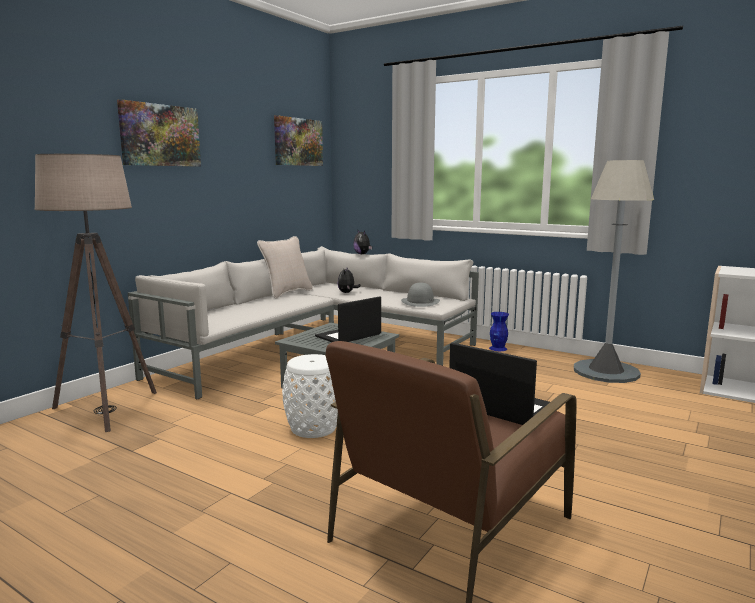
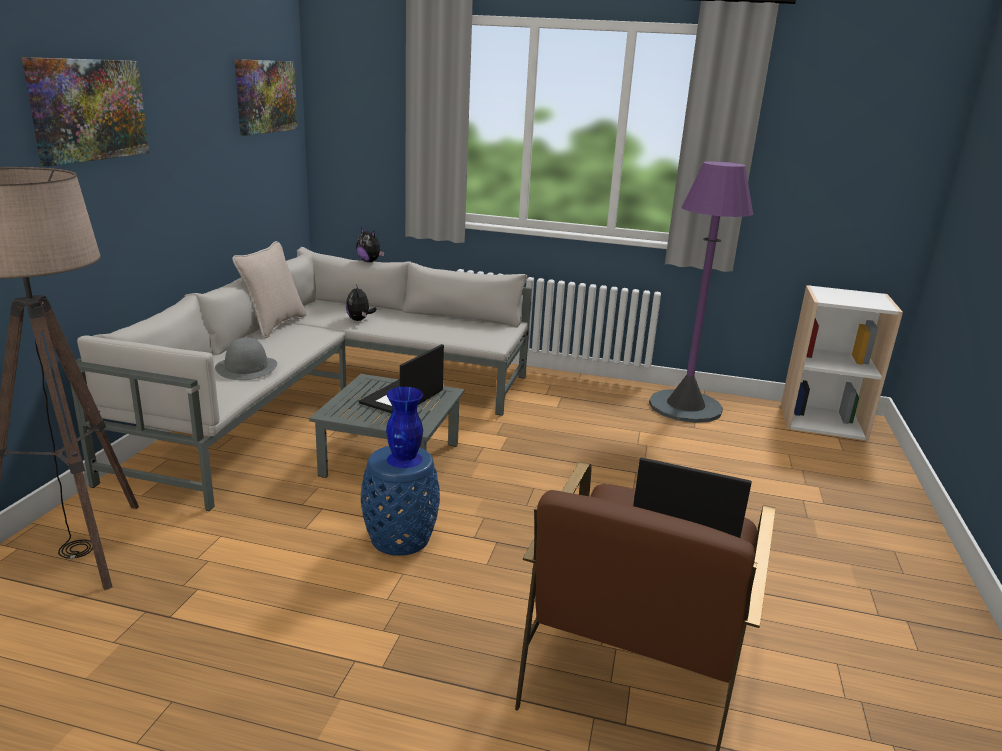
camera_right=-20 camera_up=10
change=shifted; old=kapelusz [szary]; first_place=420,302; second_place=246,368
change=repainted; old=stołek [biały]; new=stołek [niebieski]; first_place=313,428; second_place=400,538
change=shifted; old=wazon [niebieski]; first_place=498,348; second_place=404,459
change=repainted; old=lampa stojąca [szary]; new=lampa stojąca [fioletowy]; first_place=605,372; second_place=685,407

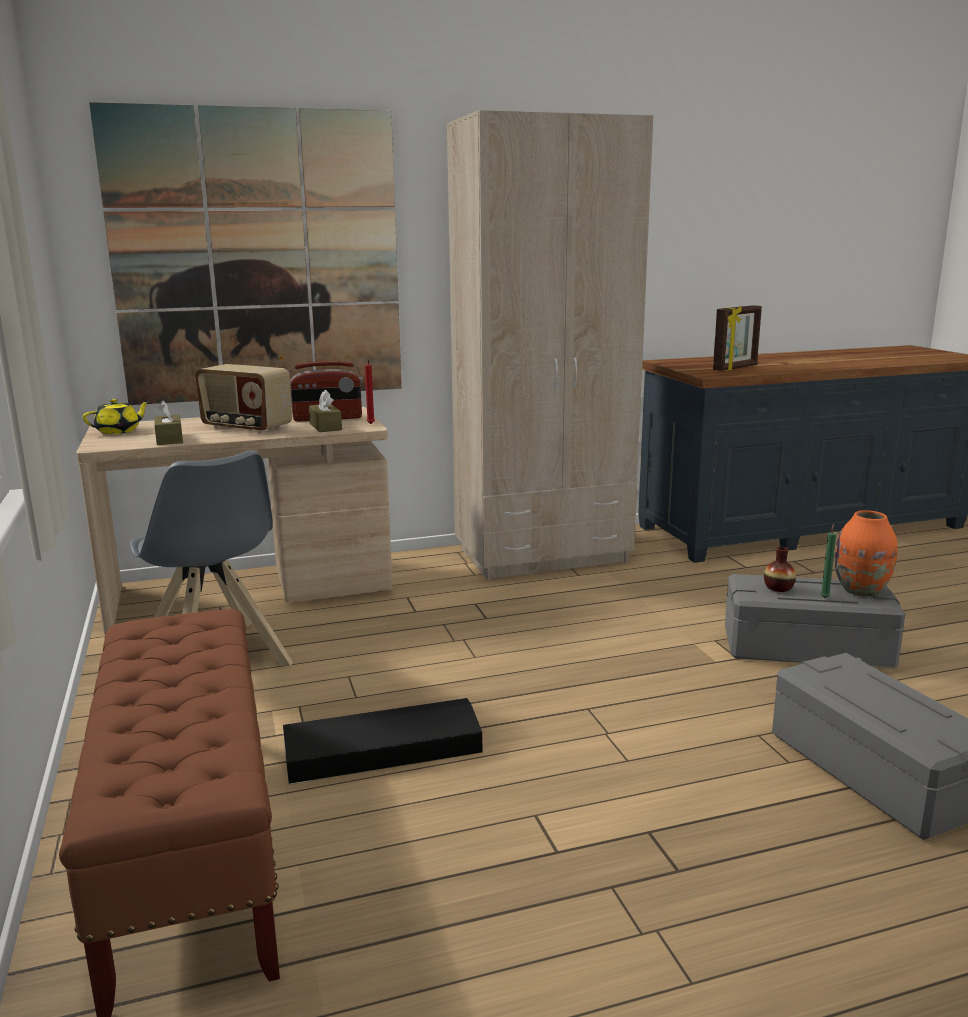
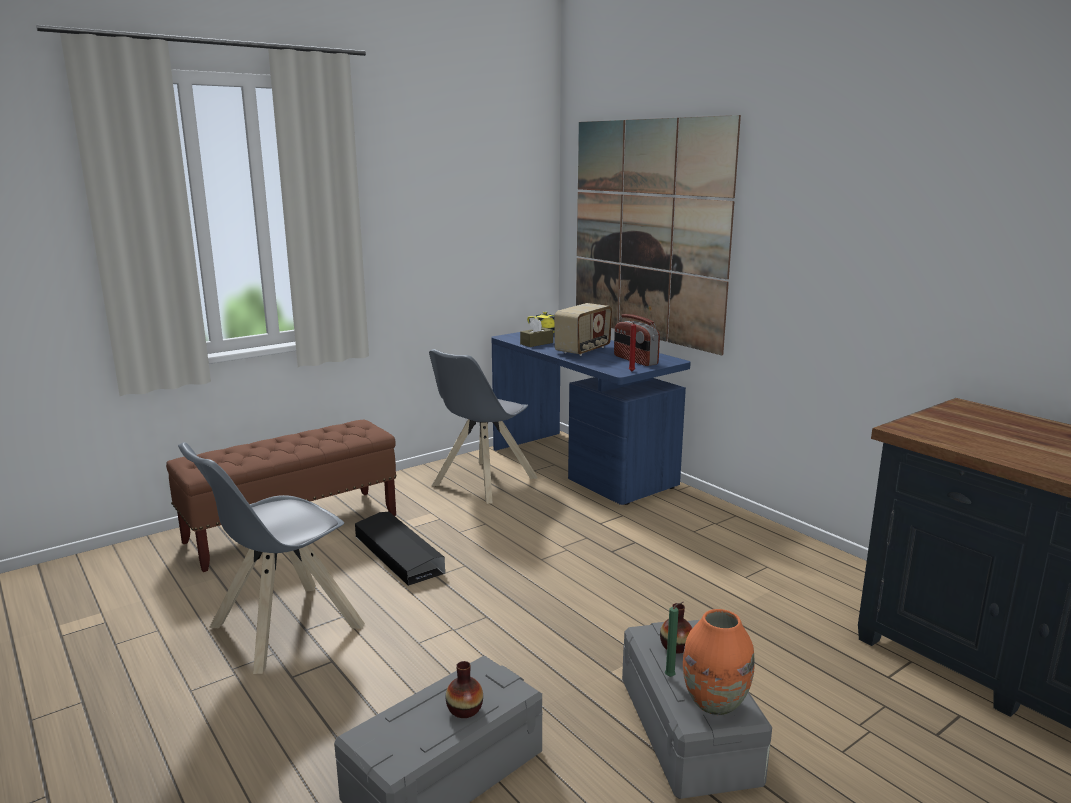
camera_right=70 camera_up=0
change=new; new=krzesło [szary]; second_place=282,628
change=new; new=wazon; second_place=464,709
change=repainted; old=biurko [beżowy]; new=biurko [niebieski]; first_place=251,592; second_place=583,467
change=rotated; old=radio; first_place=246,428; second_place=583,350; degrees=-150
change=gone; old=pudełko chusteczek [brązowy]; first_place=325,427
change=gone; old=szafa [beżowy]; first_place=544,555
change=gone; old=ramka na zdjęcie; first_place=736,368

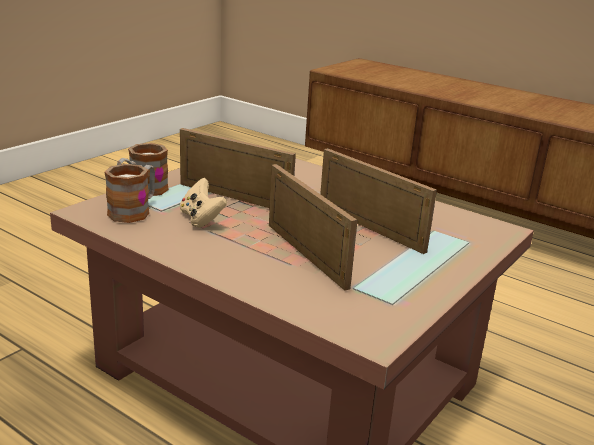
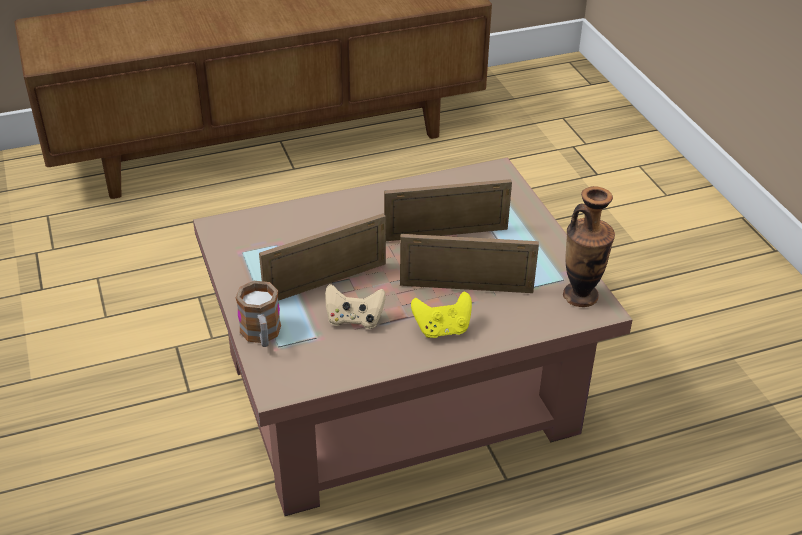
camera_right=-55 camera_up=15
change=new; new=pad do gier [żółty]; second_place=442,329
change=new; new=wazon; second_place=580,296
change=gone; old=kubek; first_place=134,211

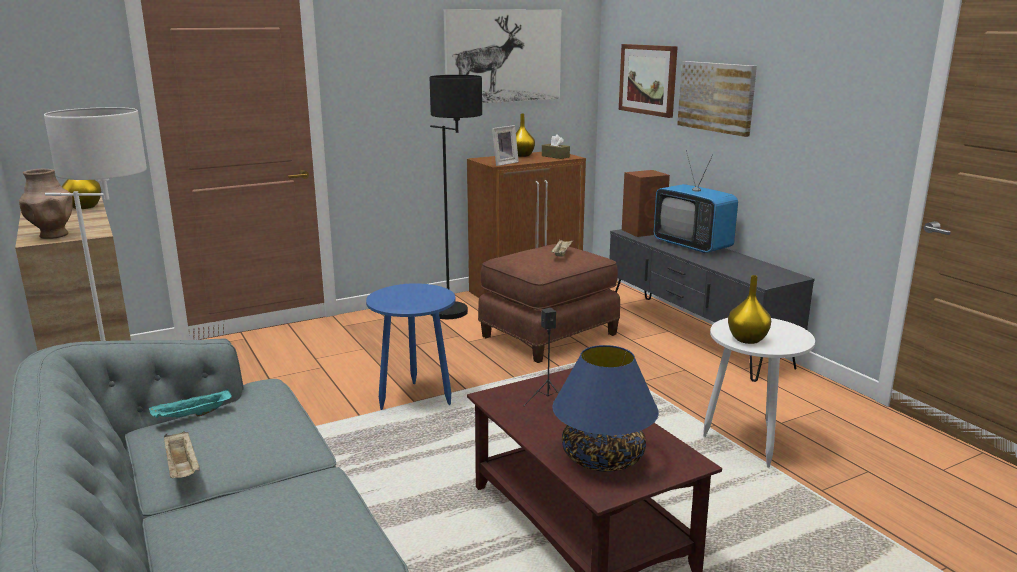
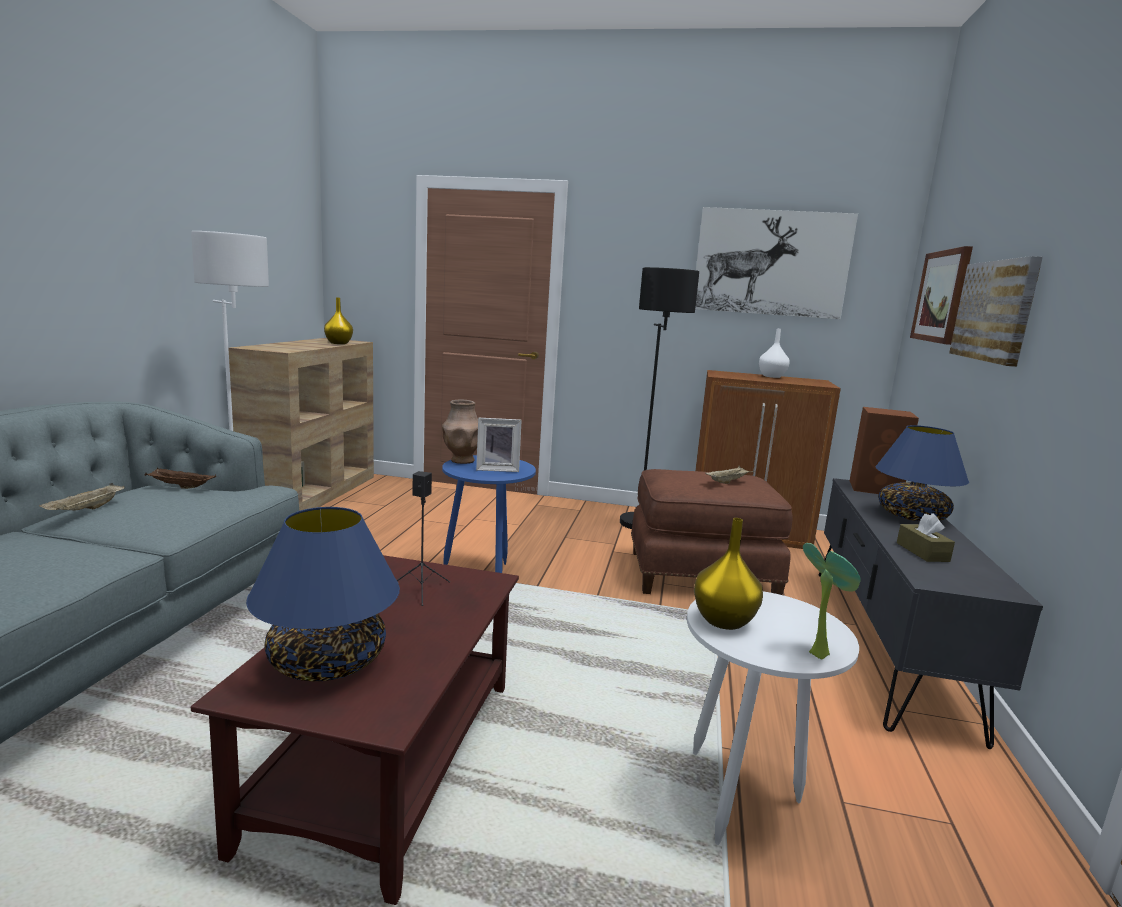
camera_right=40 camera_up=-5
change=repainted; old=taca [turkusowy]; new=taca [brązowy]; first_place=192,416; second_place=180,487
change=shifted; old=wazon [brązowy]; first_place=53,235; second_place=461,460
change=shifted; old=ramka na zdjęcie; first_place=503,163; second_place=497,469
change=repainted; old=wazon [żółty]; new=wazon [biały]; first_place=521,155; second_place=771,376
change=new; new=roślina doniczkowa; second_place=818,652
change=swapped; old=telewizor; new=lampa stołowa [niebieski]; first_place=692,246; second_place=912,517
change=shifted; old=pudełko chusteczek [brązowy]; first_place=555,156; second_place=922,552

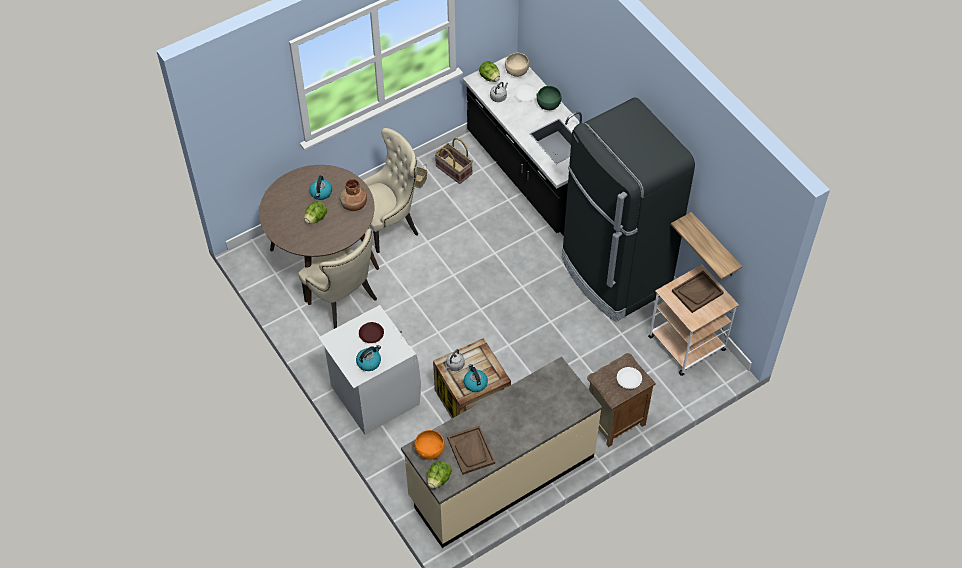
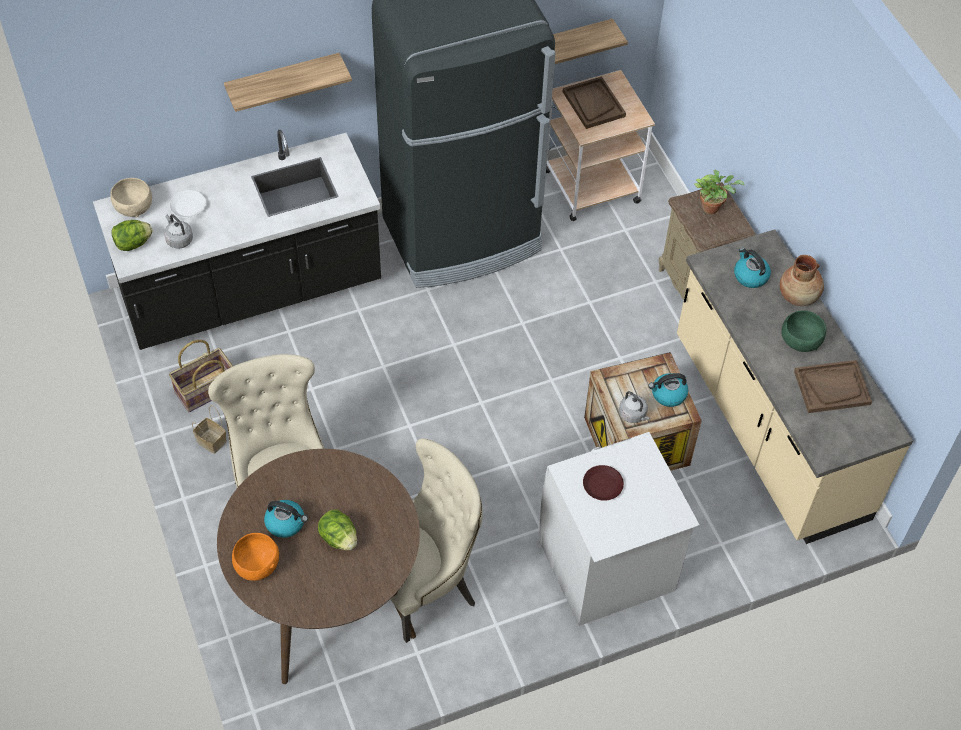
camera_right=-80 camera_up=0
change=new; new=półka; second_place=283,82
change=shifted; old=miska [pomarańczowy]; first_place=429,450; second_place=257,565
change=swapped; old=talerz [biały]; new=roślina doniczkowa; first_place=628,379; second_place=713,207
change=shifted; old=czajnik; first_place=369,362; second_place=750,276
change=shifted; old=wazon [brązowy]; first_place=354,205; second_place=798,296
change=shifted; old=miska [zielony]; first_place=548,104; second_place=800,341
change=gone; old=sałata; first_place=439,479

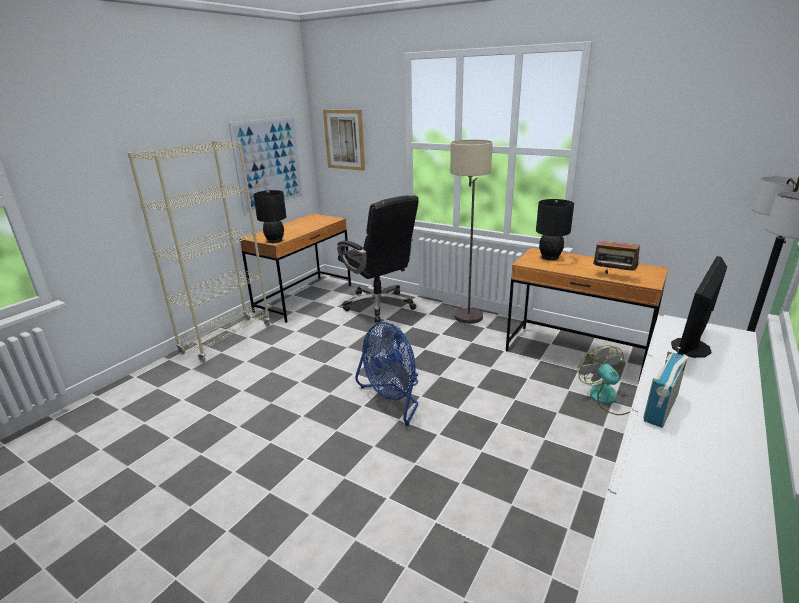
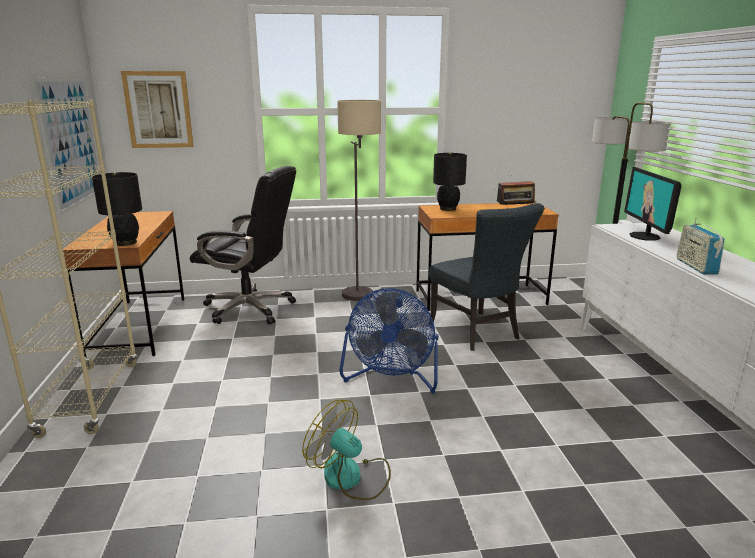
camera_right=-40 camera_up=-5
change=shifted; old=wentylator; first_place=608,399; second_place=351,477
change=new; new=krzesło [szary]; second_place=478,333

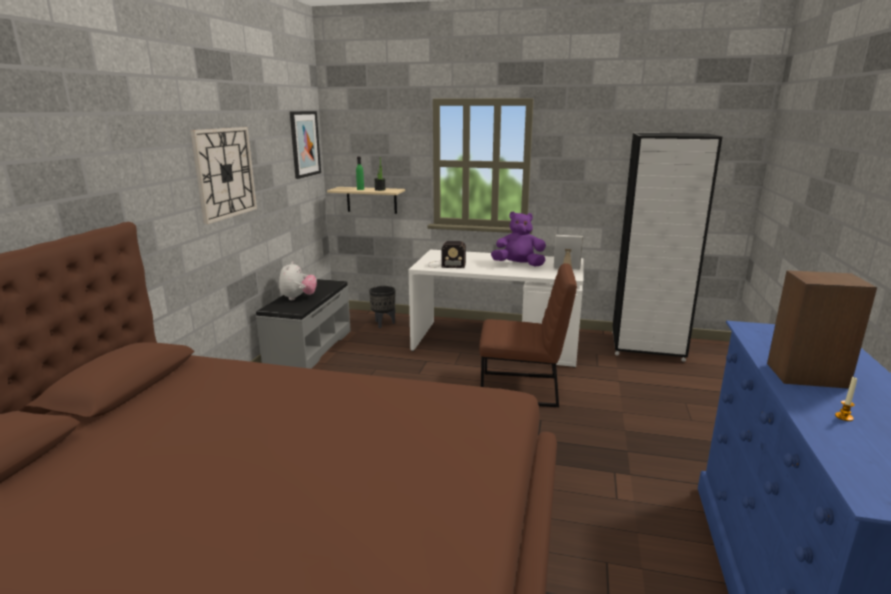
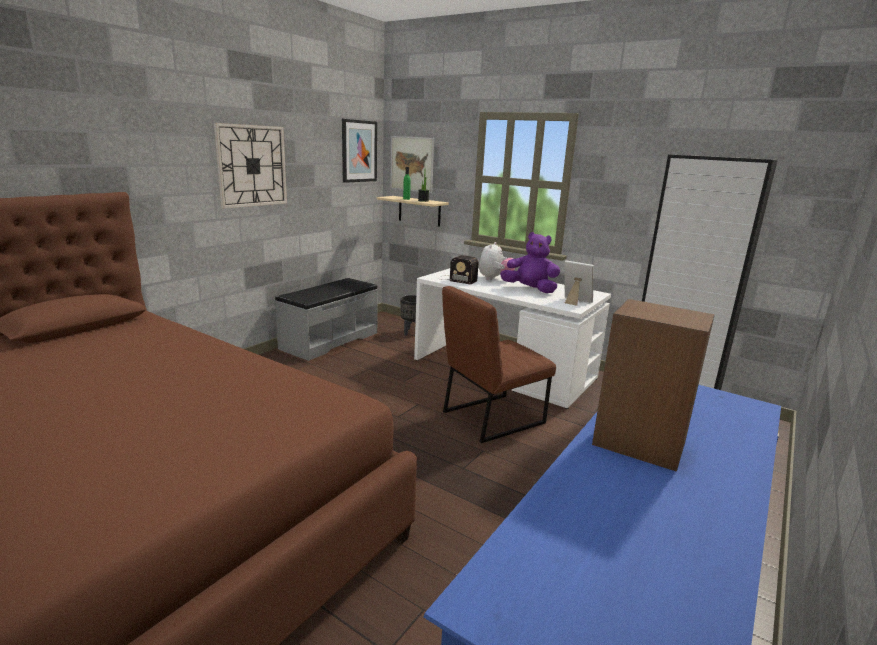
camera_right=20 camera_up=0
change=new; new=obraz; second_place=412,164
change=rotated; old=krzesło [brązowy]; first_place=522,389; second_place=490,417; degrees=120
change=shifted; old=pluszak; first_place=298,298; second_place=495,279
change=gone; old=świeca; first_place=844,417

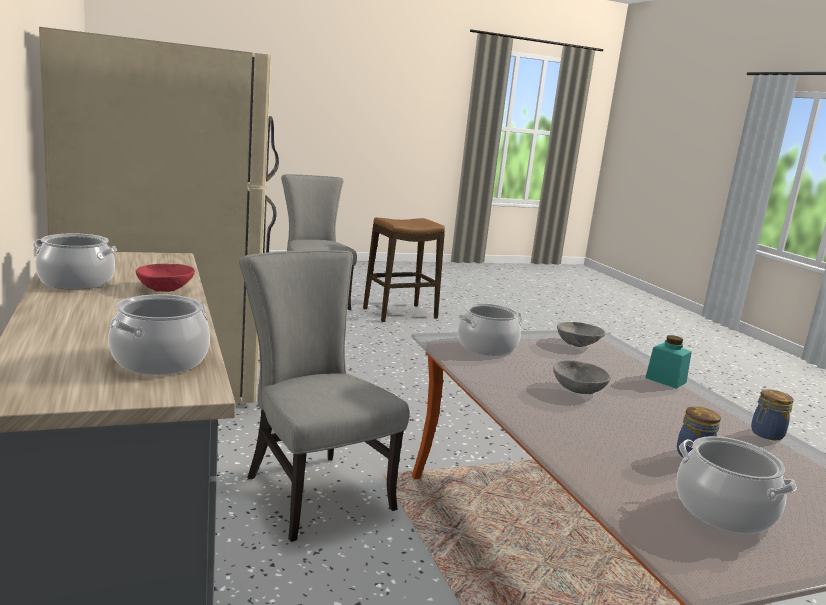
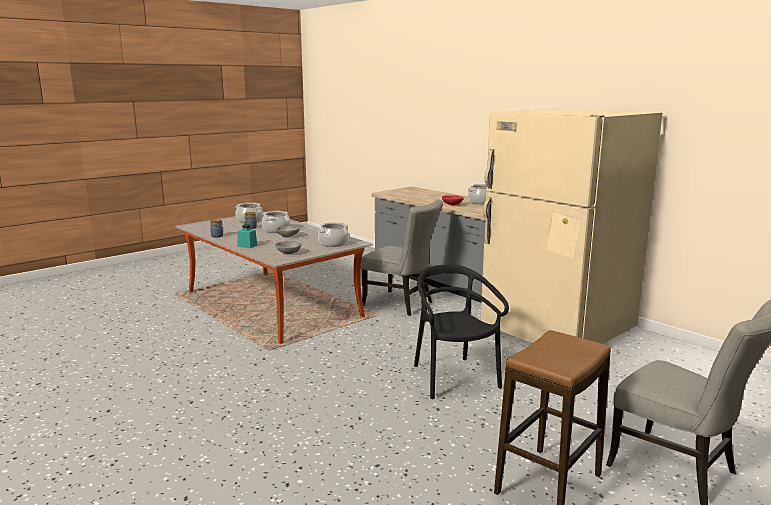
camera_right=160 camera_up=0
change=shifted; old=garnek; first_place=160,361; second_place=276,230
change=new; new=krzesło [czarny]; second_place=453,378

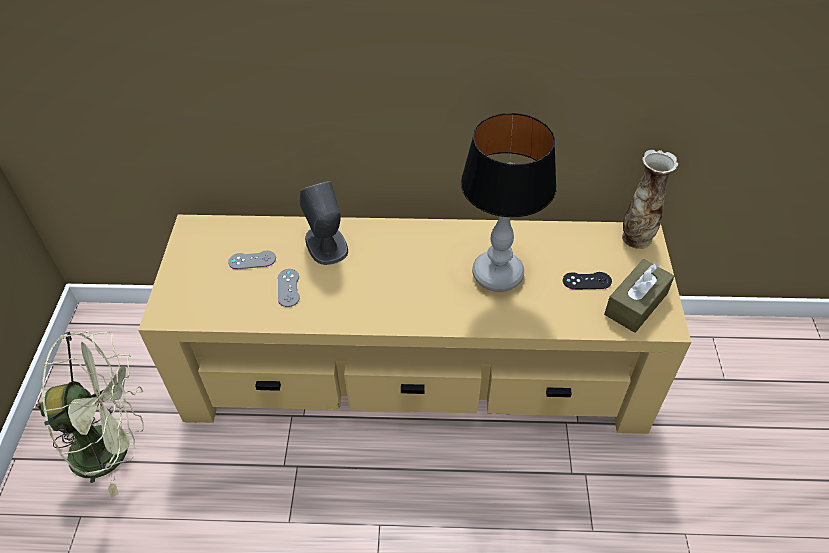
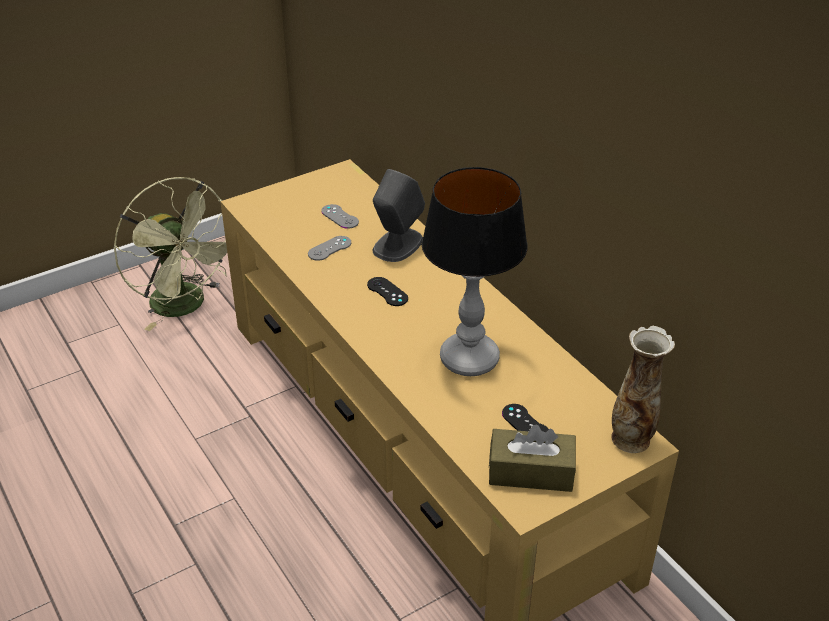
camera_right=55 camera_up=-10
change=new; new=pad do gier [czarny]; second_place=387,292

